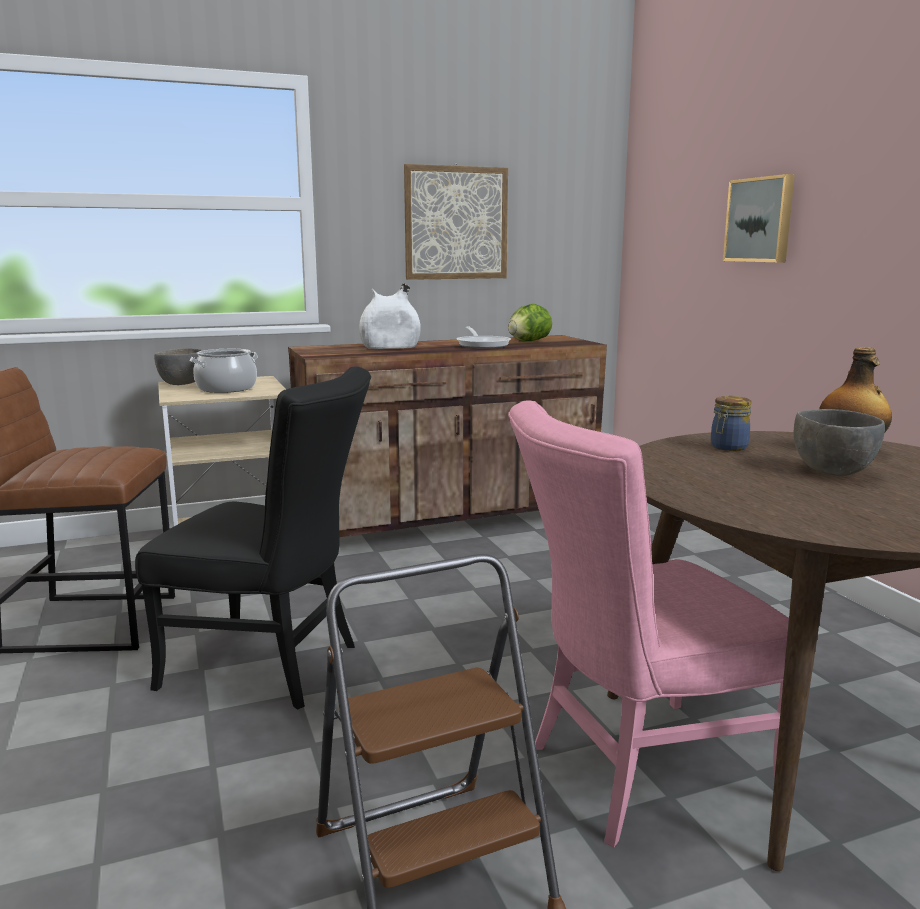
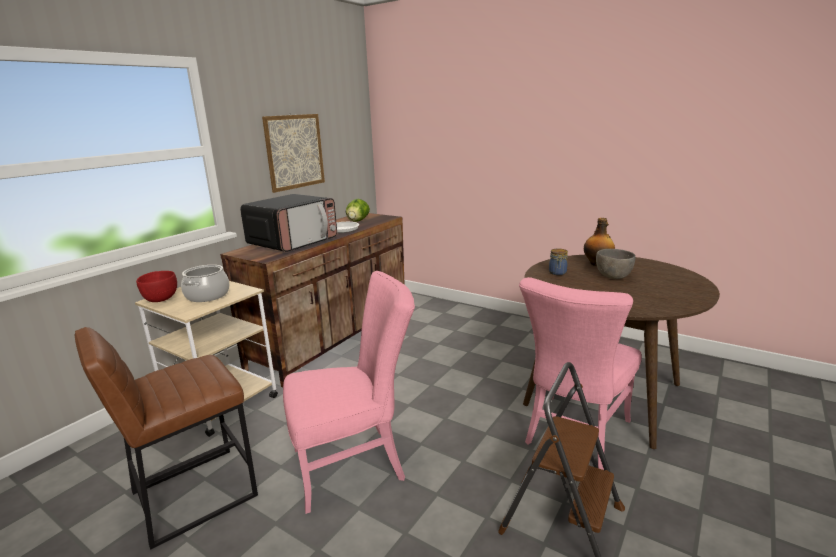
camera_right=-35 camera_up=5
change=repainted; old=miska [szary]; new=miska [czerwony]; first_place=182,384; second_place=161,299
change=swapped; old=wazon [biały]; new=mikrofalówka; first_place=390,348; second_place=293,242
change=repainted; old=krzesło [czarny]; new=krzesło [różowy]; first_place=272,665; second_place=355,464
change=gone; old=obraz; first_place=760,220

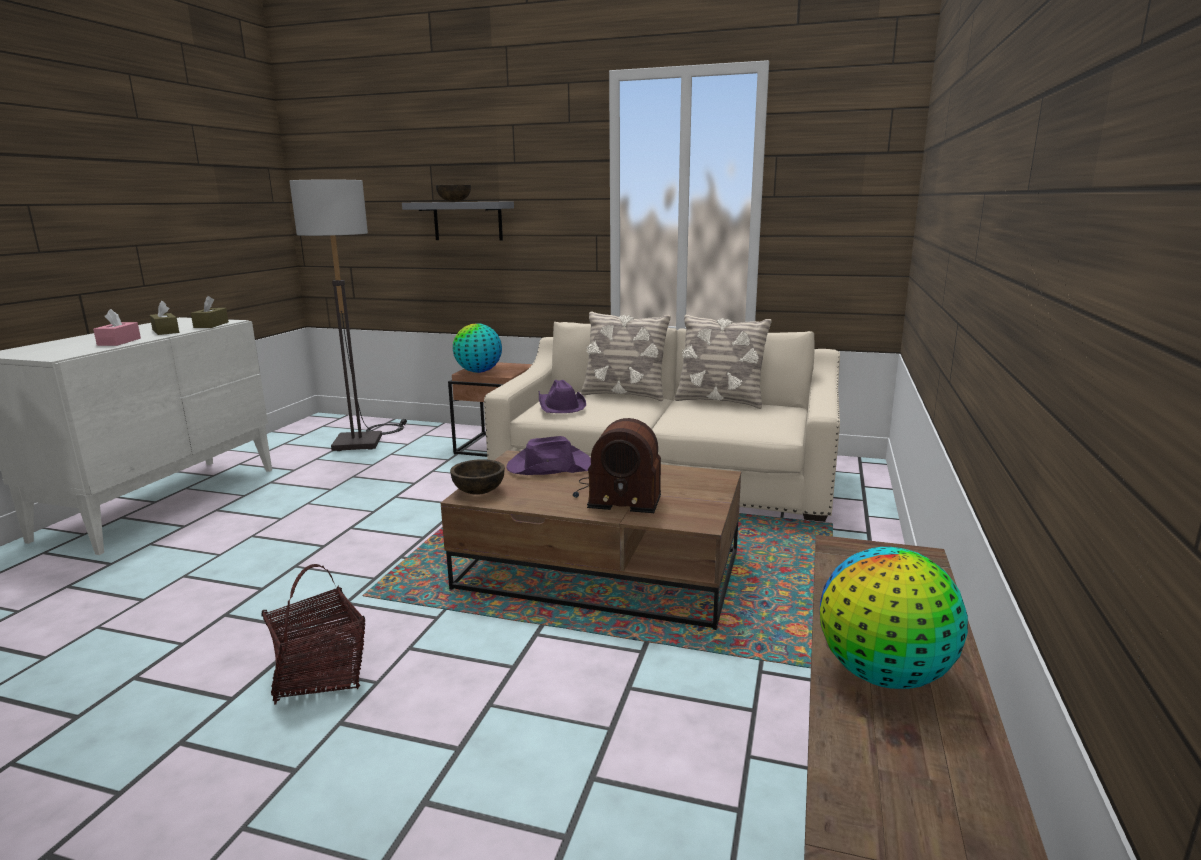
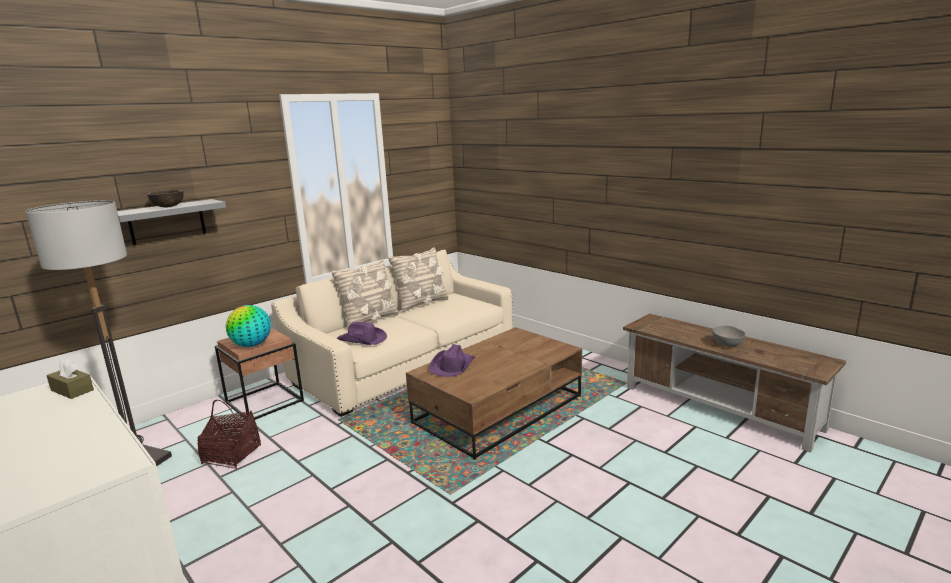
camera_right=-60 camera_up=0
change=shifted; old=koszyk; first_place=321,674; second_place=231,455
change=swapped; old=globus; new=miska [szary]; first_place=884,675; second_place=728,344
change=gone; old=pudełko chusteczek [różowy]; first_place=119,342
change=gone; old=pudełko chusteczek [brązowy]; first_place=165,331
change=gone; old=miska [brązowy]; first_place=478,491
change=gone; old=radio; first_place=616,496

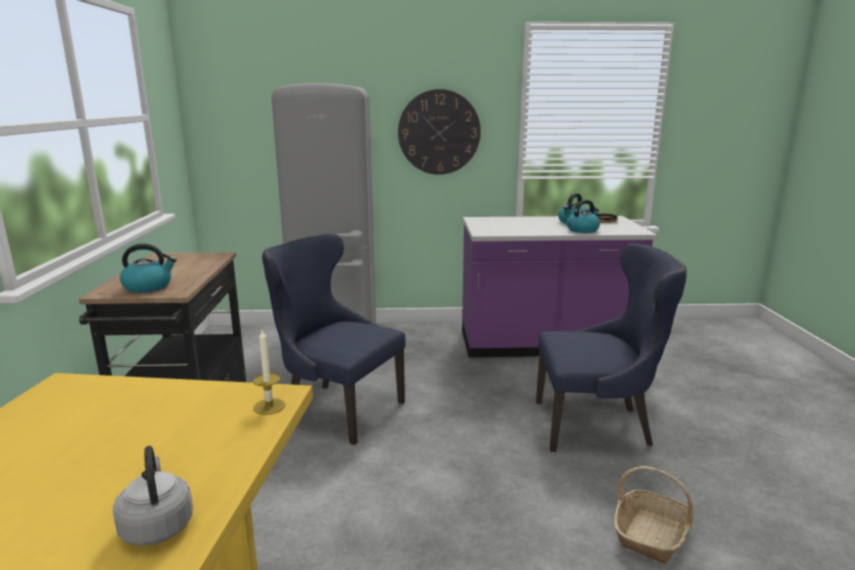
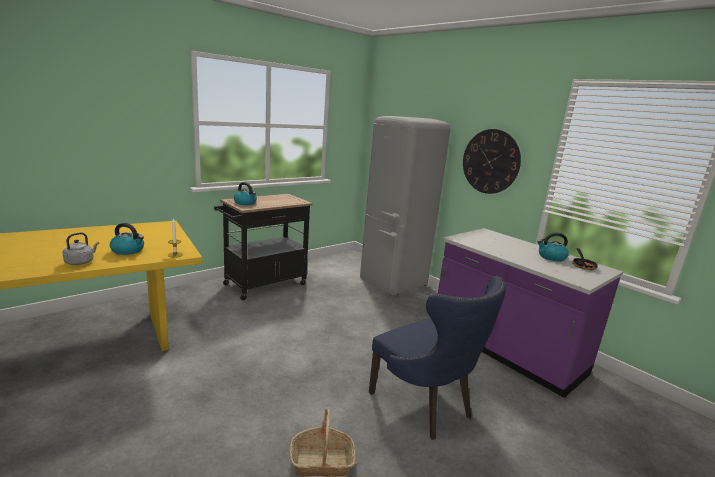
camera_right=50 camera_up=0
change=shifted; old=czajnik; first_place=583,230; second_place=128,250
change=gone; old=krzesło [niebieski]; first_place=338,409

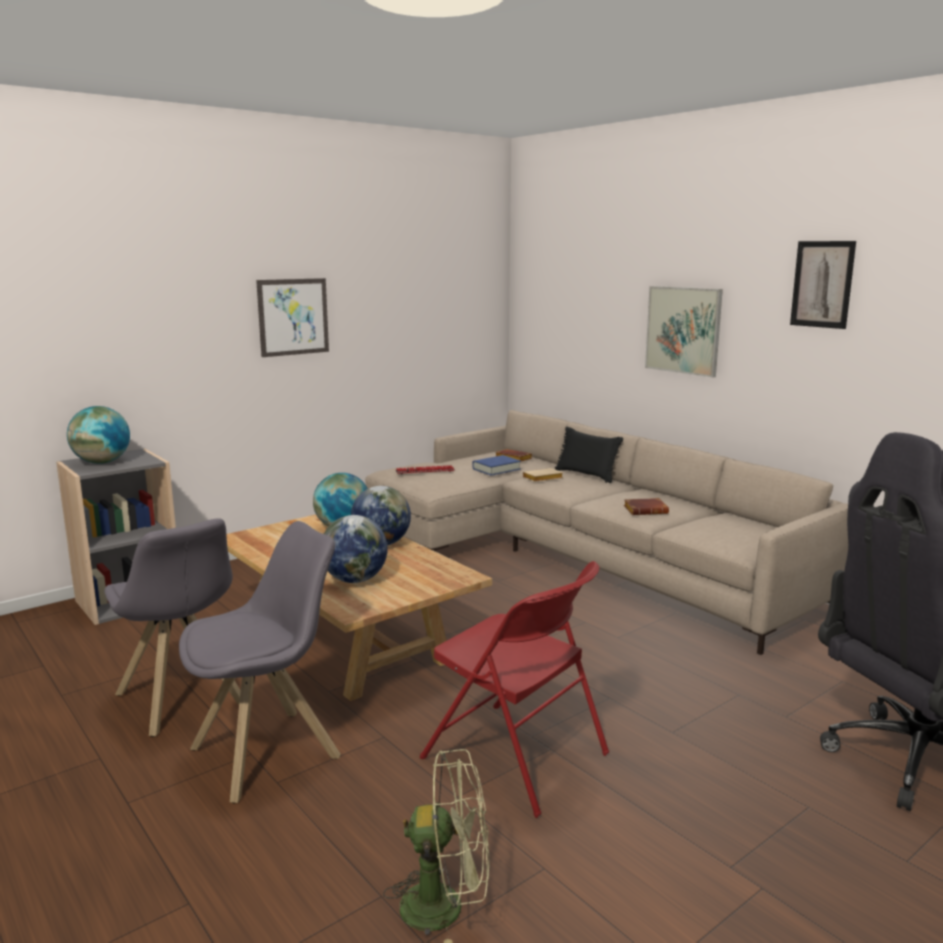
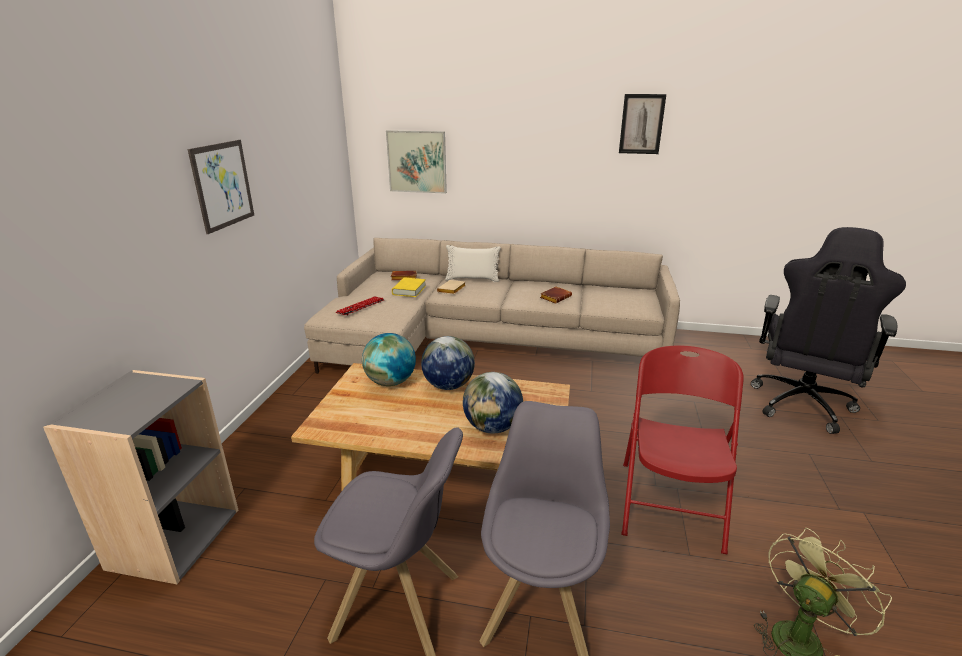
camera_right=-40 camera_up=10
change=shifted; old=obraz; first_place=683,330; second_place=417,162
change=repainted; old=książka [niebieski]; new=książka [żółty]; first_place=496,469; second_place=409,290
change=repainted; old=poduszka [czarny]; new=poduszka [biały]; first_place=587,475; second_place=472,279
change=rotated; old=krzesło [czerwony]; first_place=514,756; second_place=670,505; degrees=-75
change=gone; old=globus; first_place=102,462

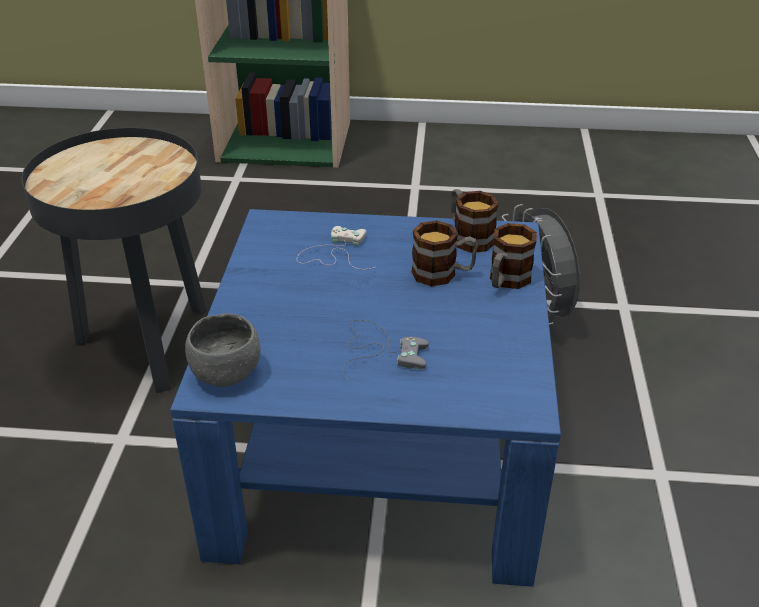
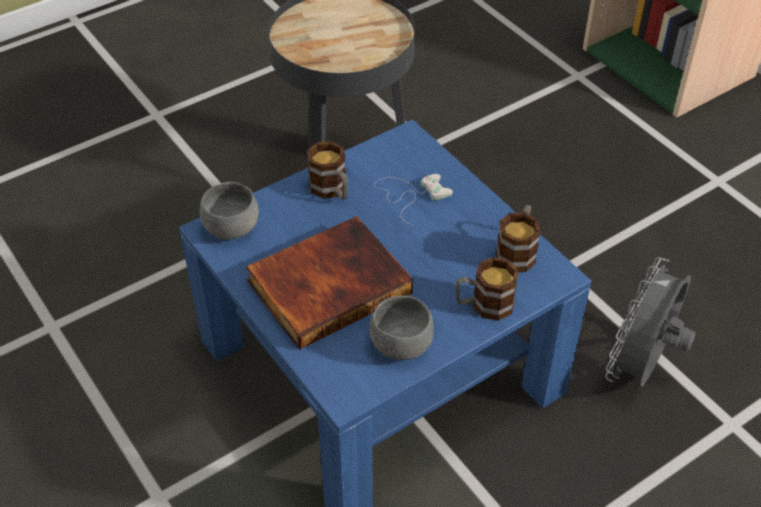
camera_right=50 camera_up=10
change=swapped; old=pad do gier [szary]; new=książka; first_place=380,350; second_place=328,284
change=shifted; old=kubek; first_place=443,274; second_place=332,190
change=new; new=miska [szary]; second_place=401,345

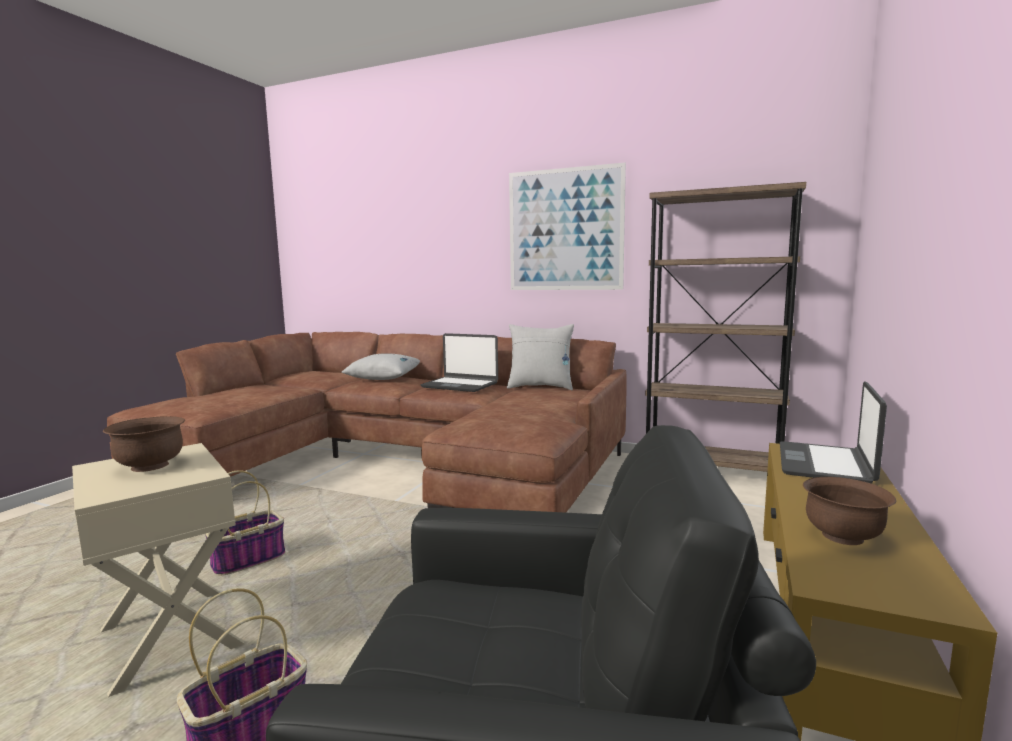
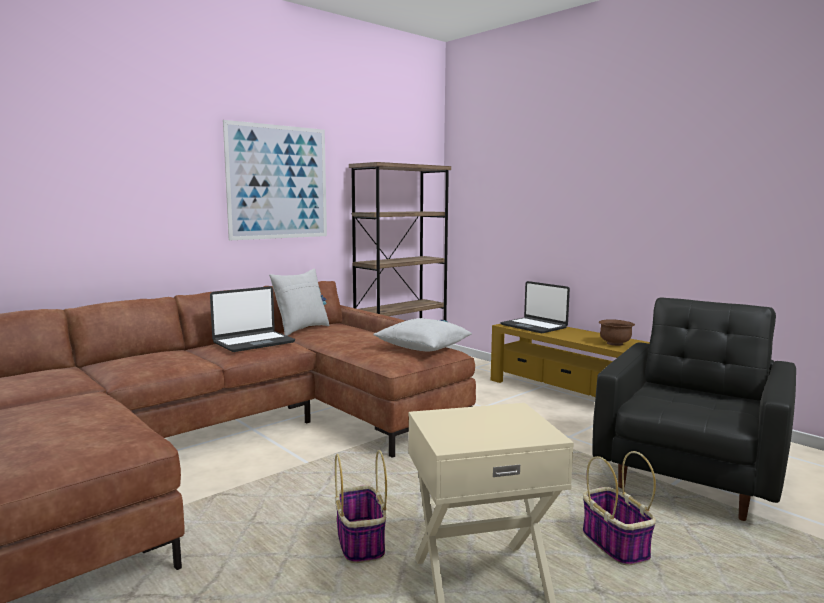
camera_right=-65 camera_up=0
change=shifted; old=poduszka [szary]; first_place=383,378; second_place=423,348
change=gone; old=miska [brązowy]; first_place=150,466

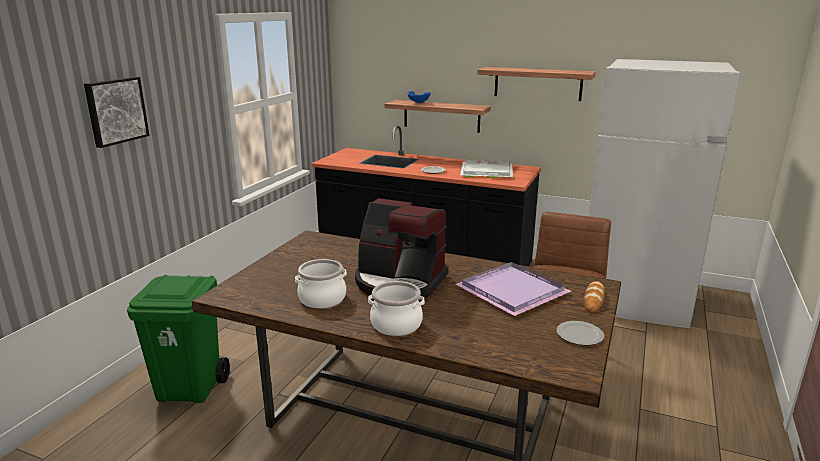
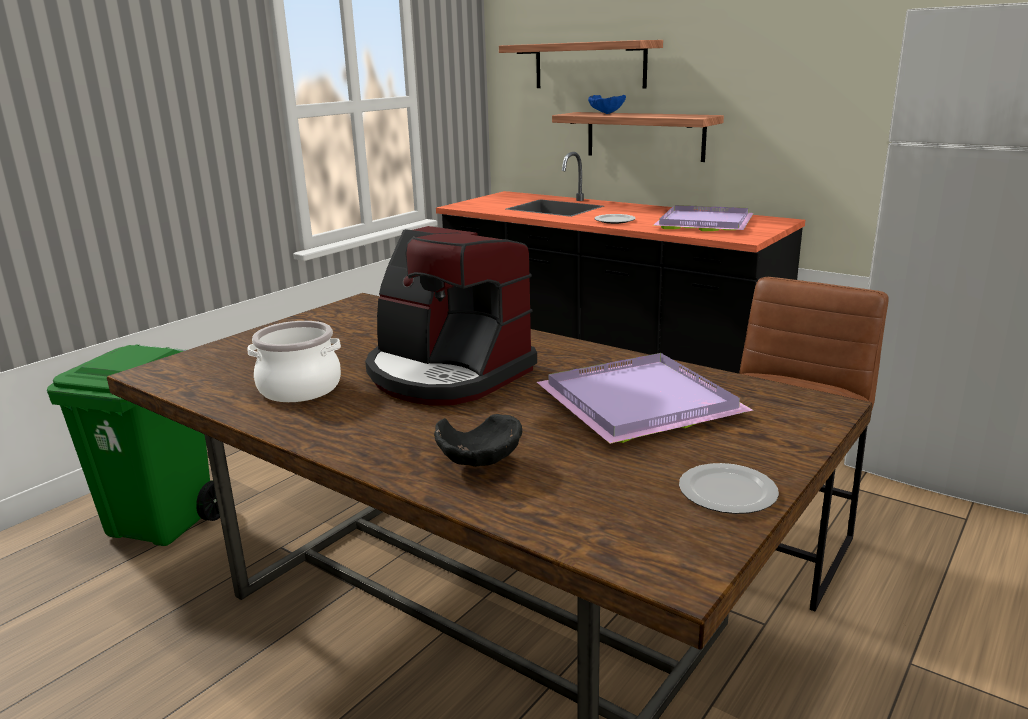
camera_right=15 camera_up=0
change=new; new=miska [czarny]; second_place=479,466
change=shifted; old=półka; first_place=537,83; second_place=589,65
change=repainted; old=taca [biały]; new=taca [fioletowy]; first_place=485,171; second_place=702,223
change=gone; old=obraz; first_place=115,111
change=gone; old=garnek; first_place=396,325
change=gone; old=chleb; first_place=593,299

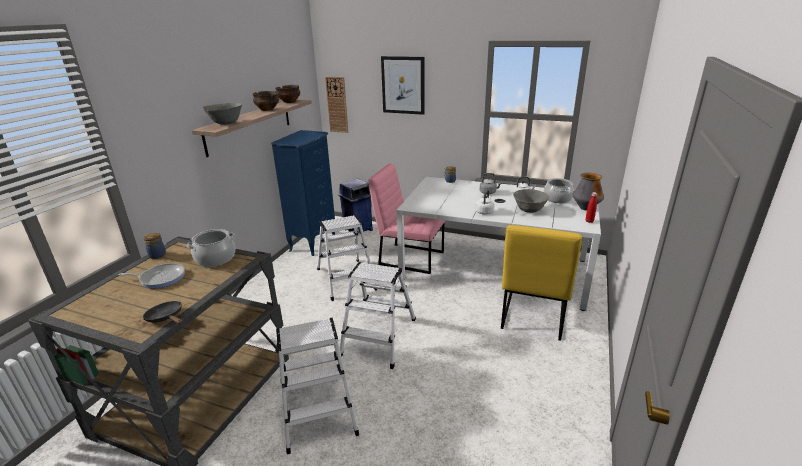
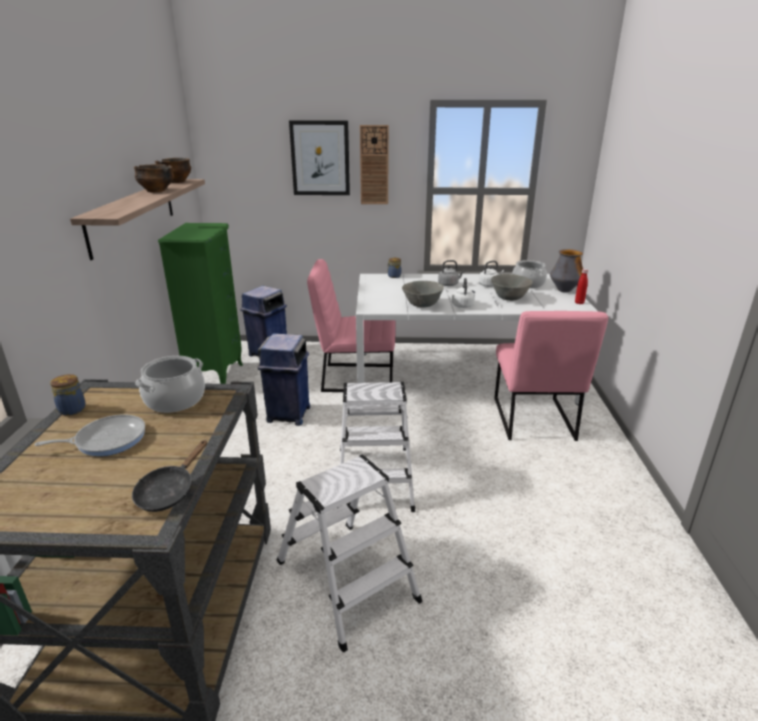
camera_right=-20 camera_up=0
change=rotated; old=patelnia [czarny]; first_place=166,318; second_place=169,491; degrees=-90
change=repainted; old=komoda [niebieski]; new=komoda [zielony]; first_place=314,243; second_place=218,378
change=swapped; old=drabinka [biały]; new=kosz na śmieci [niebieski]; first_place=345,278; second_place=288,415
change=shifted; old=zegar ścienny; first_place=337,105; second_place=374,165
change=shifted; old=miska [szary]; first_place=226,124; second_place=422,306
change=repainted; old=krzesło [żółty]; new=krzesło [różowy]; first_place=532,315; second_place=533,420

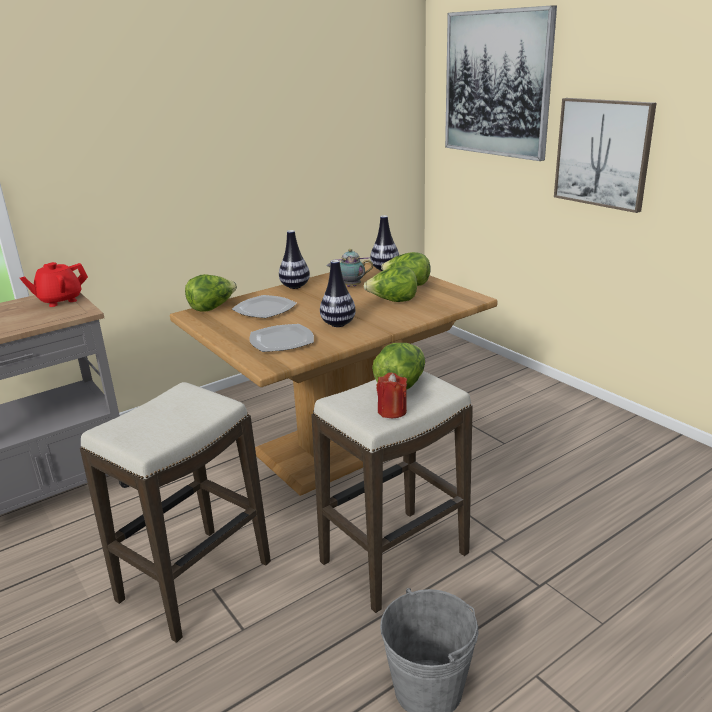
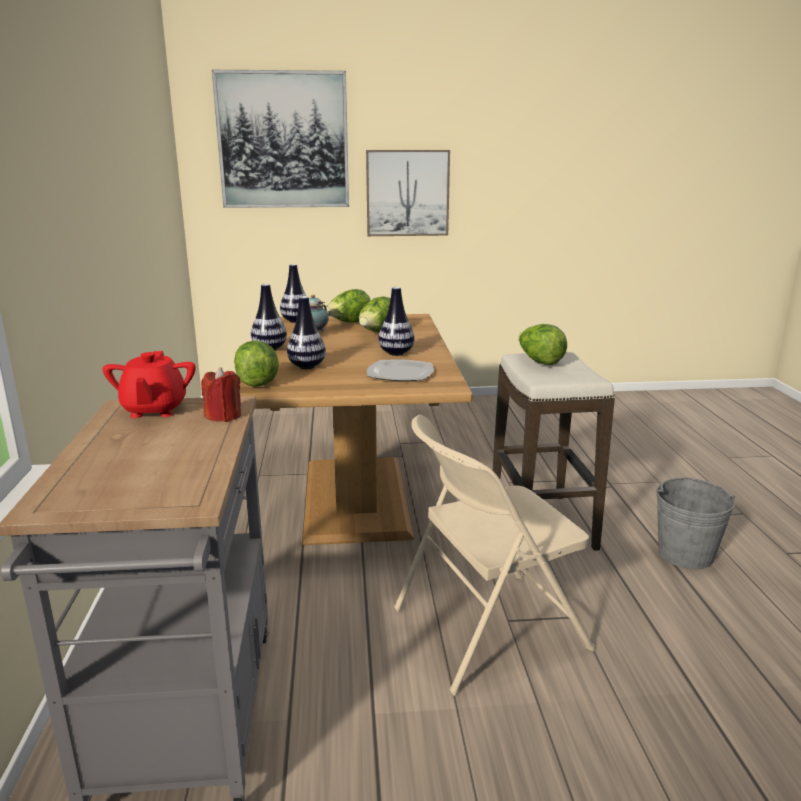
camera_right=-60 camera_up=-5
change=shifted; old=świeca [czerwony]; first_place=392,411; second_place=223,416
change=swapped; old=talerz; new=wazon; first_place=264,309; second_place=306,366
change=swapped; old=stołek; new=krzesło [beżowy]; first_place=195,581; second_place=489,628

